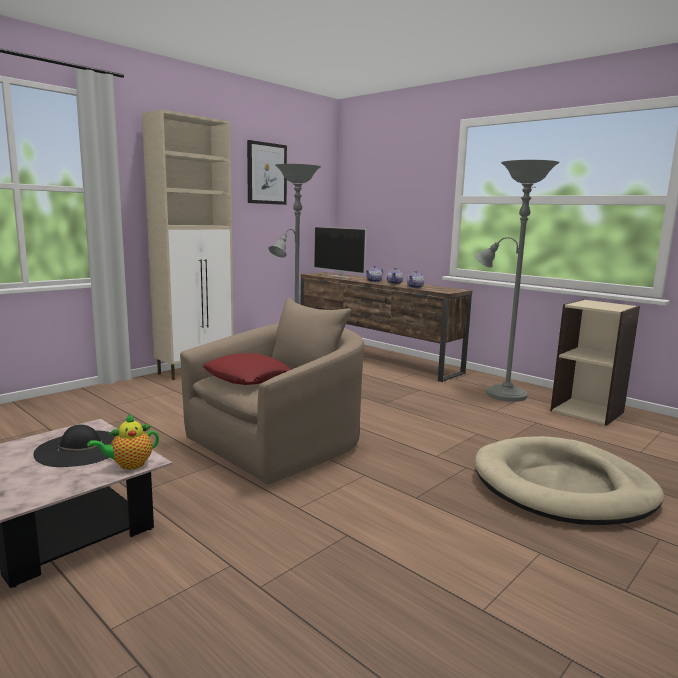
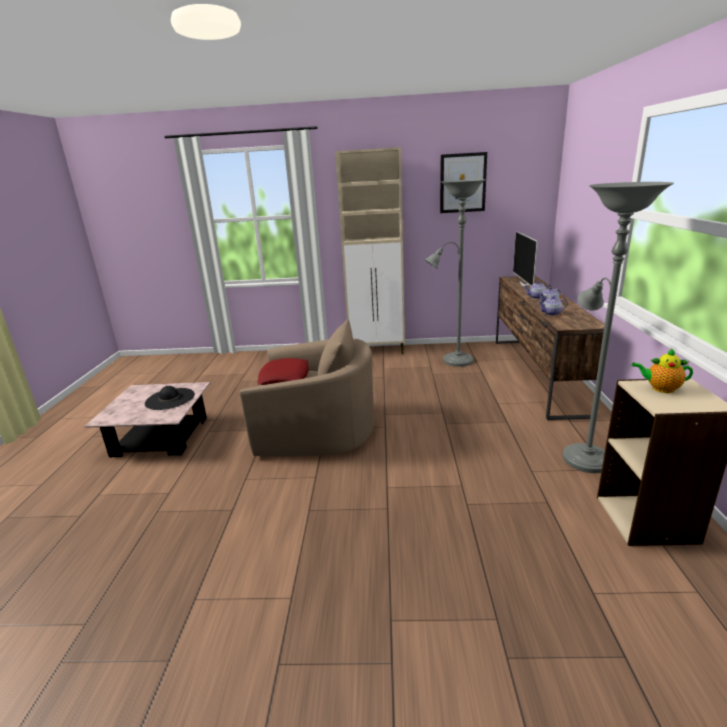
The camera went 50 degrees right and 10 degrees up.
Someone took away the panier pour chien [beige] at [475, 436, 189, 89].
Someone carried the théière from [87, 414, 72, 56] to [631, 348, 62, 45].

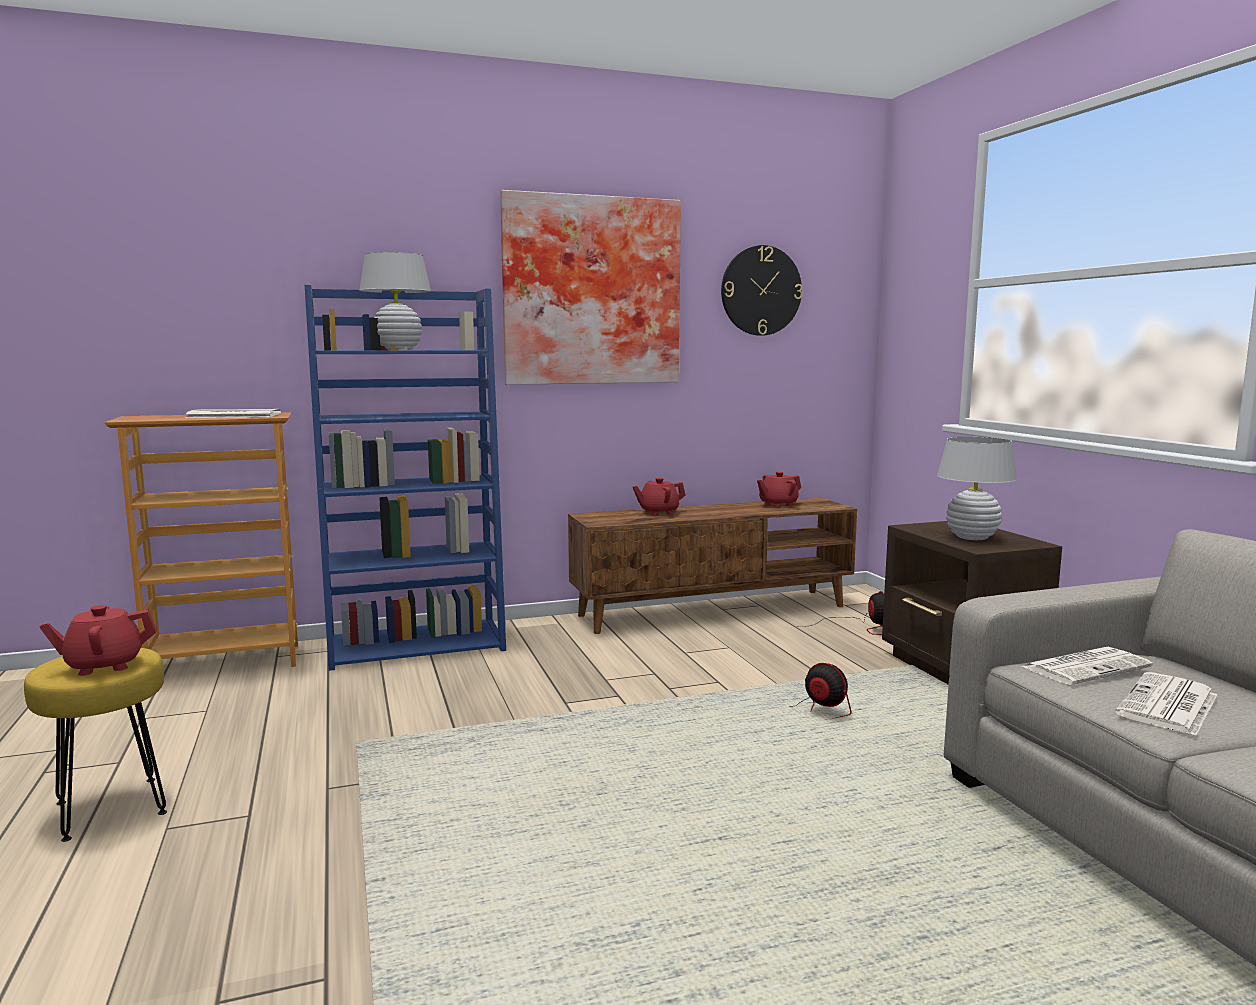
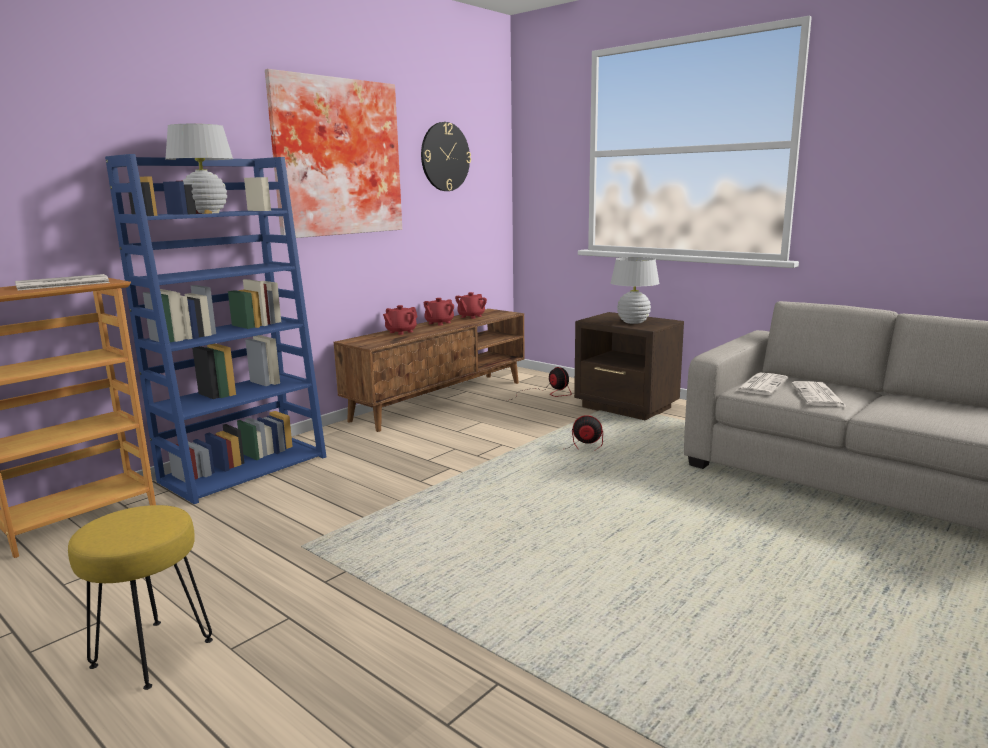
The camera went 30 degrees left and 5 degrees up.
Someone carried the théière [rouge] from [39, 605, 118, 71] to [424, 298, 30, 27].

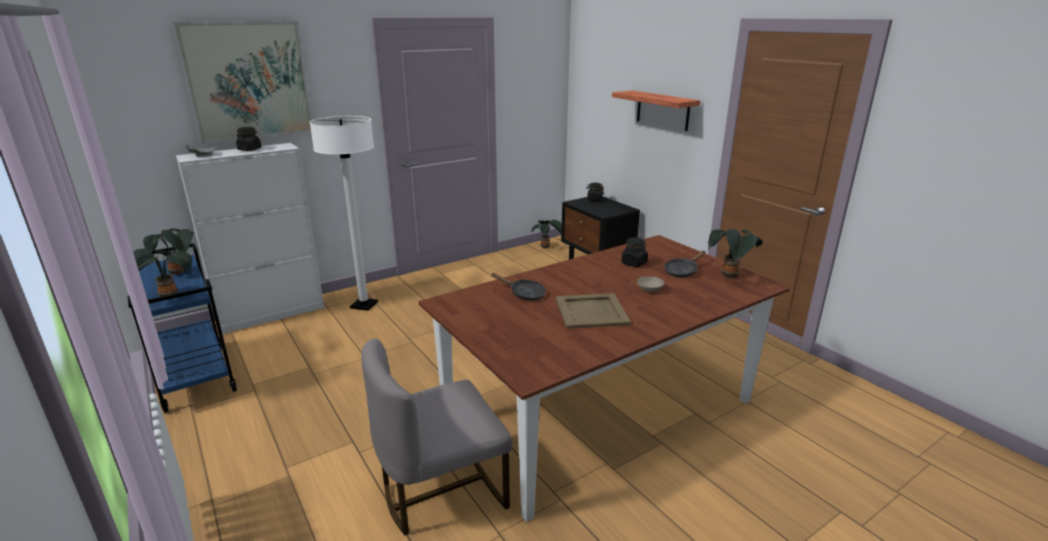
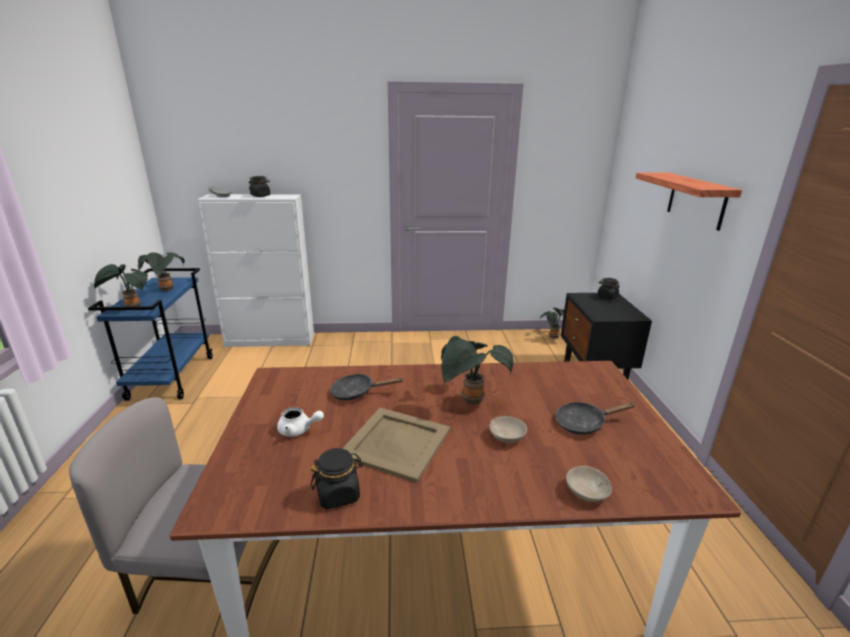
The camera went 30 degrees right and 0 degrees up.
Someone took away the tableau at [173, 21, 139, 122].
Someone took away the lampadaire [blanc] at [310, 116, 68, 195].
Someone put down the théière [blanc] at [277, 407, 47, 29].
Someone put down the bol [beige] at [566, 466, 46, 36].
Someone carried the bocal [noir] from [621, 237, 27, 30] to [311, 448, 52, 61].
Someone carried the plante en pot from [708, 229, 55, 49] to [441, 336, 72, 68].
Someone rotated the poêle [noir] at [491, 273, 55, 28] by 120 degrees clockwise.

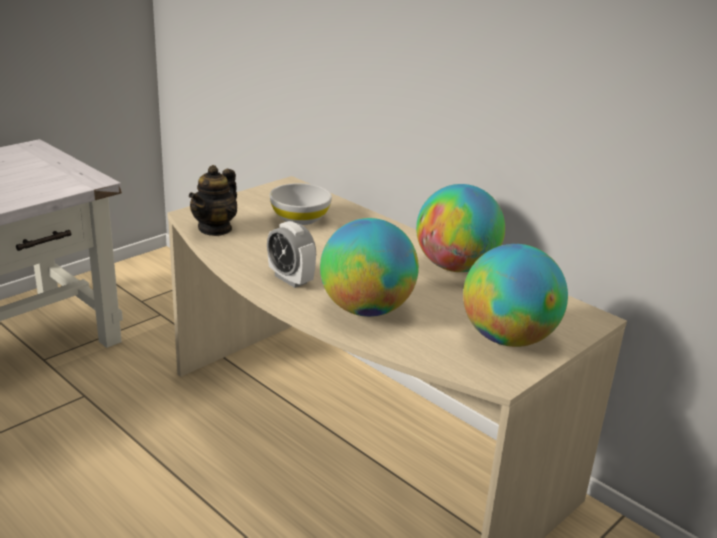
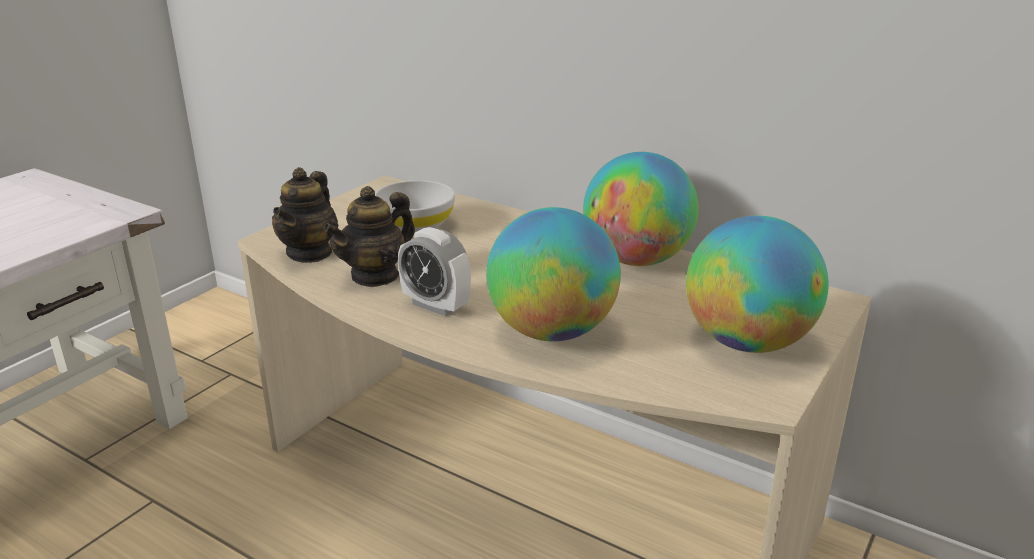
The camera went 10 degrees left and 0 degrees up.
Someone put down the théière at [323, 186, 92, 101].

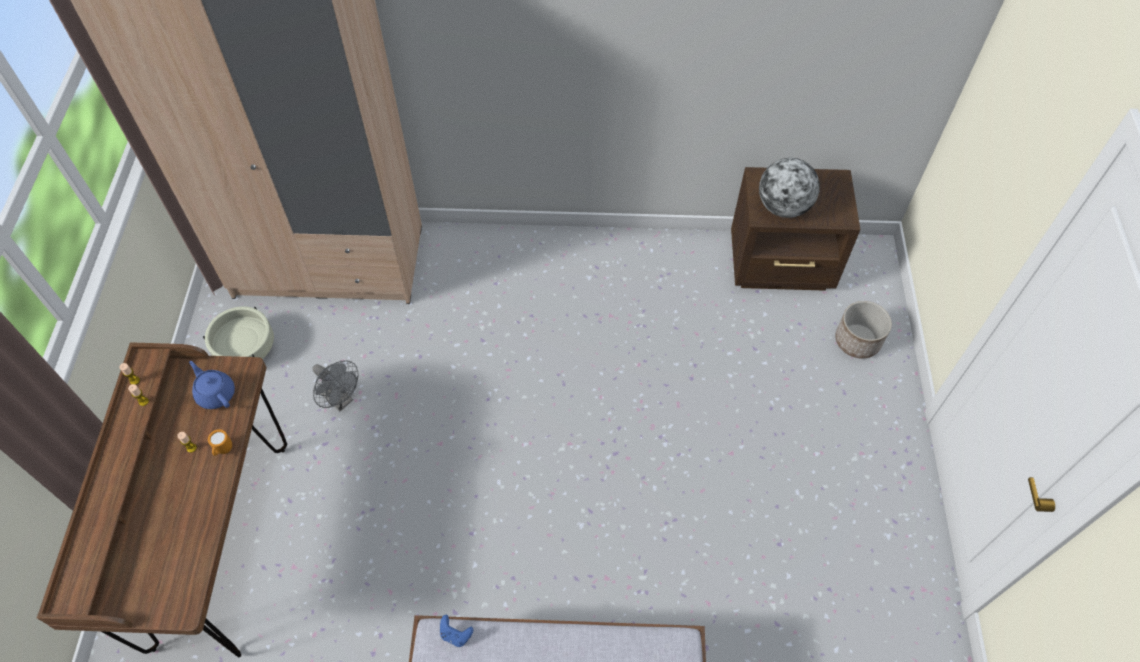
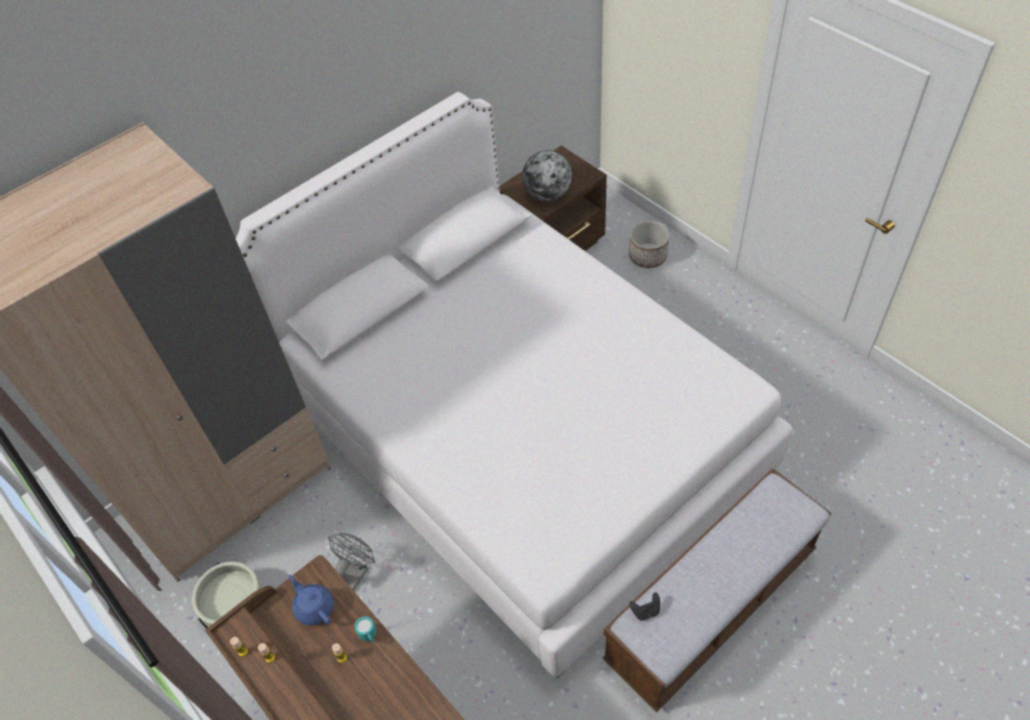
The camera went 40 degrees left and 5 degrees down.
Someone put down the lit [blanc] at [236, 92, 557, 586].
Someone repainted the mug [orange] at [208, 429, 24, 27], which became the mug [turquoise] at [355, 616, 21, 26].
Someone repainted the manette [bleu] at [440, 615, 33, 32], which became the manette [noir] at [629, 592, 31, 29].
Someone rotated the théière [bleu] at [189, 361, 46, 48] by 45 degrees clockwise.
Someone rotated the ventilateur [gris] at [313, 360, 46, 52] by 60 degrees counterclockwise.

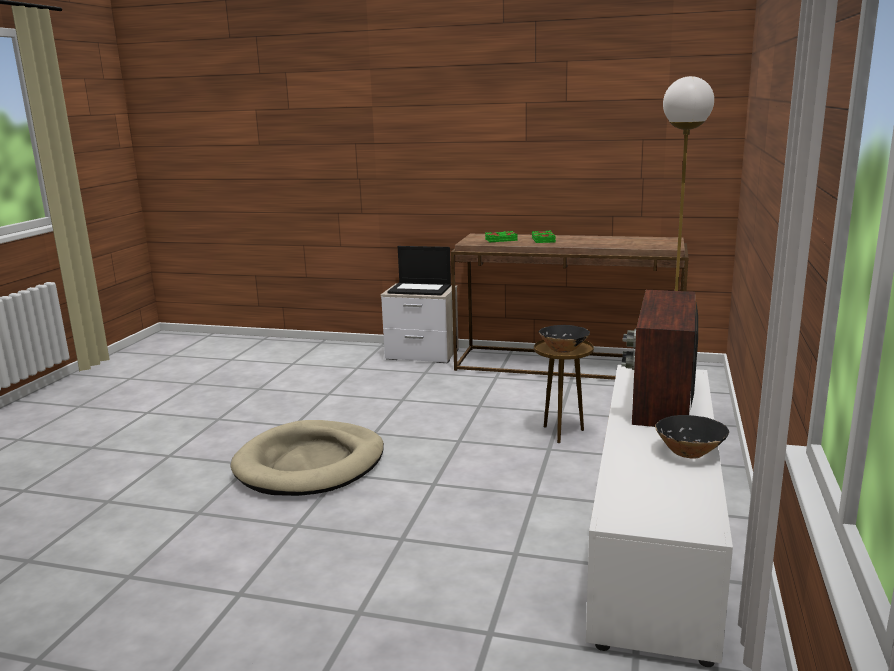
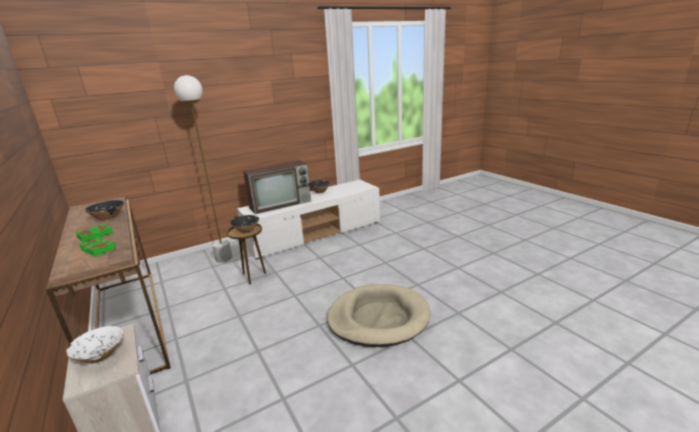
The camera went 135 degrees left and 5 degrees up.
Someone put down the bol [noir] at [85, 200, 39, 21].
Someone swapped the ordinateur portable at [387, 246, 64, 49] for the bol [blanc] at [66, 326, 57, 37].

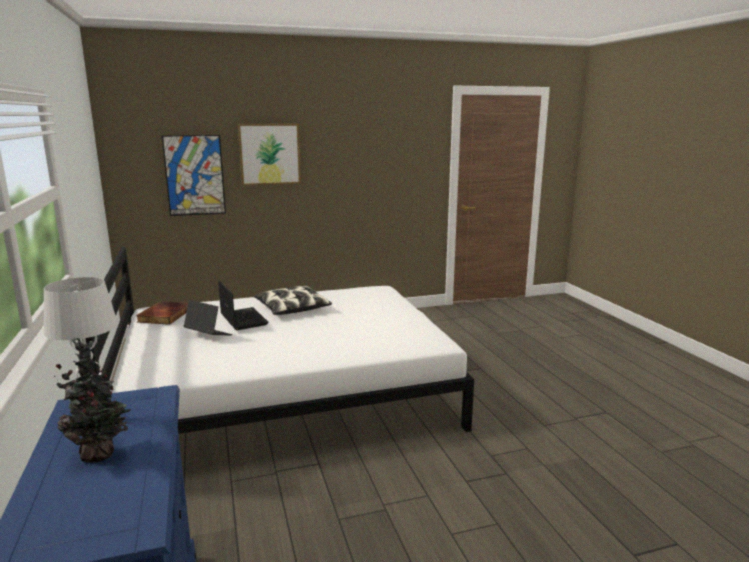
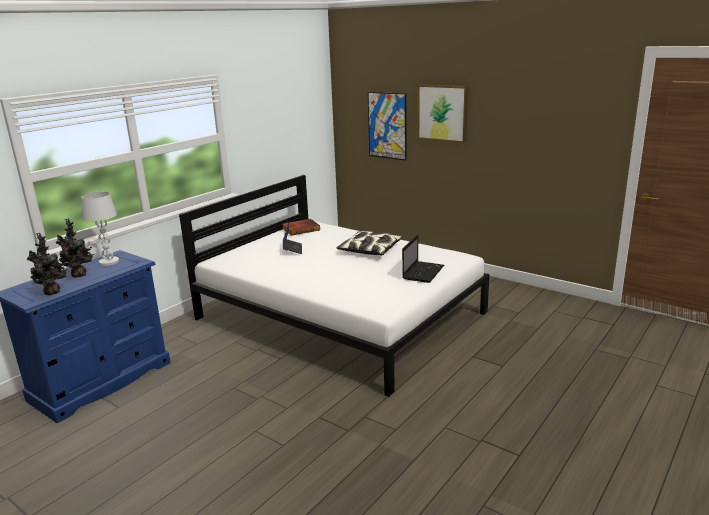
The camera went 55 degrees right and 5 degrees up.
Someone put down the plante en pot at [27, 232, 41, 63].
Someone carried the ordinateur portable from [218, 281, 51, 49] to [402, 235, 42, 48].

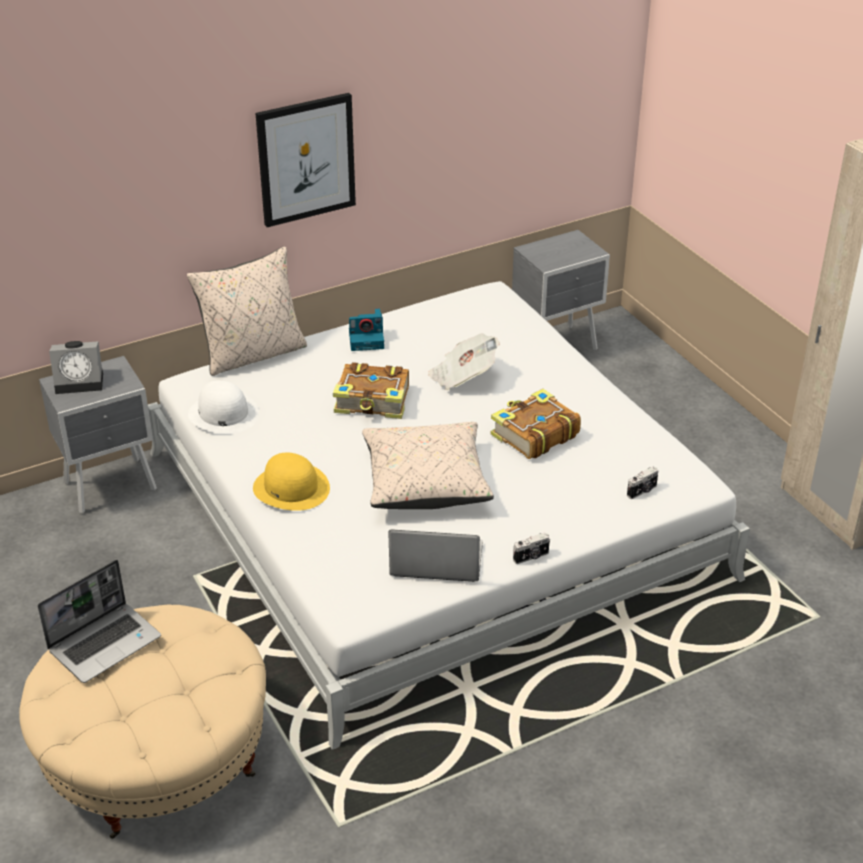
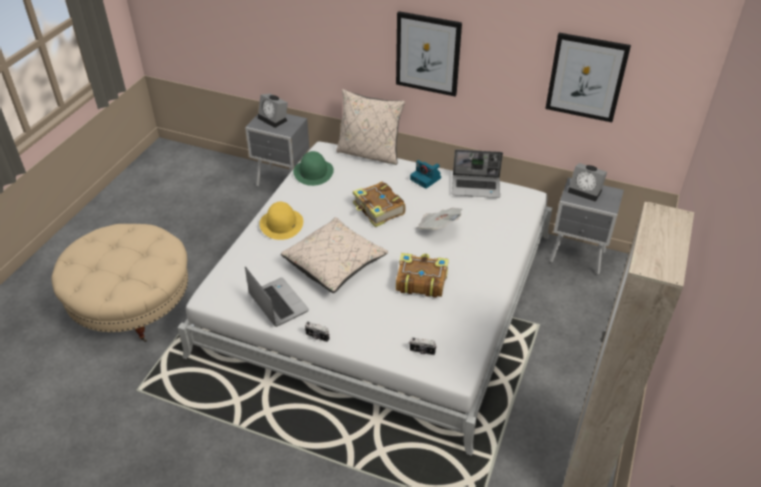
The camera went 50 degrees right and 5 degrees up.
Someone put up the tableau at [545, 33, 86, 89].
Someone put down the réveil at [568, 163, 39, 39].
Someone carried the ordinateur portable from [38, 560, 123, 123] to [452, 149, 51, 49].
Someone repainted the chapeau [blanc] at [188, 380, 71, 54], which became the chapeau [vert] at [293, 151, 41, 35].

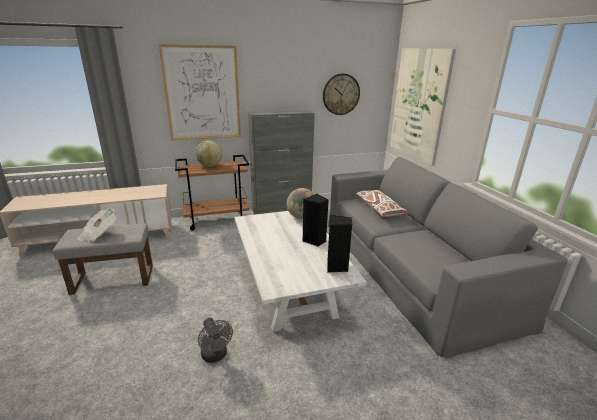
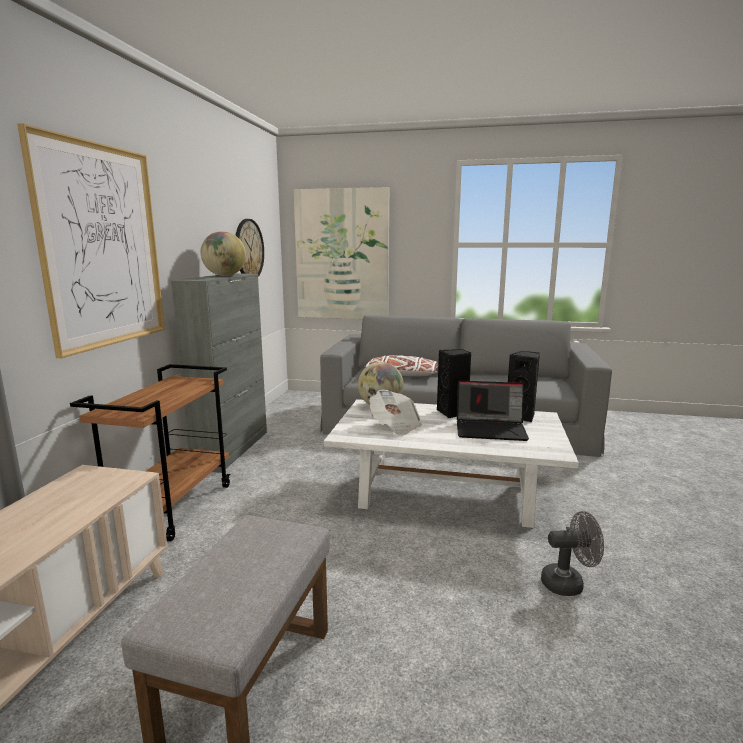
The camera went 60 degrees left and 10 degrees down.
Someone put down the ordinateur portable at [457, 380, 72, 61].
Someone carried the journal from [77, 209, 39, 32] to [369, 389, 53, 47].
Someone carried the globe from [195, 141, 27, 26] to [200, 231, 46, 45].

